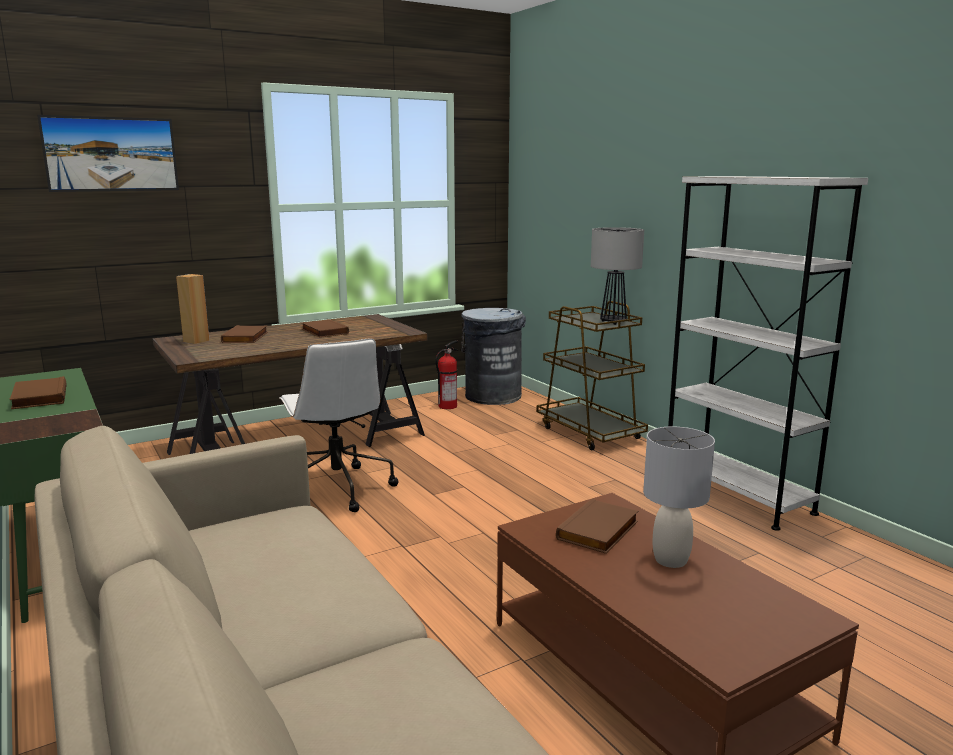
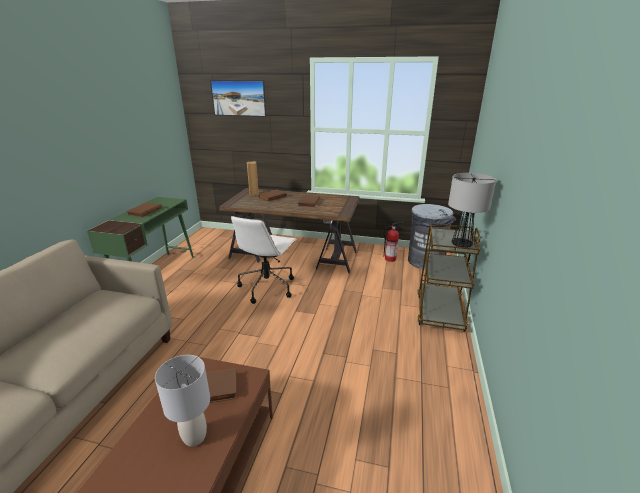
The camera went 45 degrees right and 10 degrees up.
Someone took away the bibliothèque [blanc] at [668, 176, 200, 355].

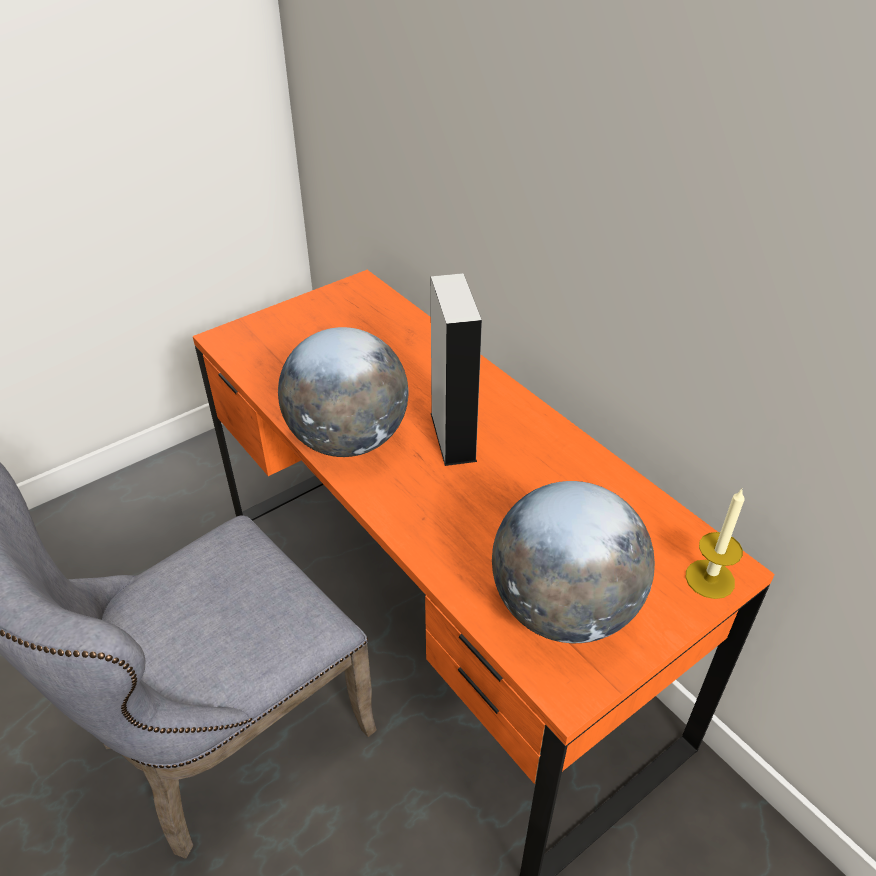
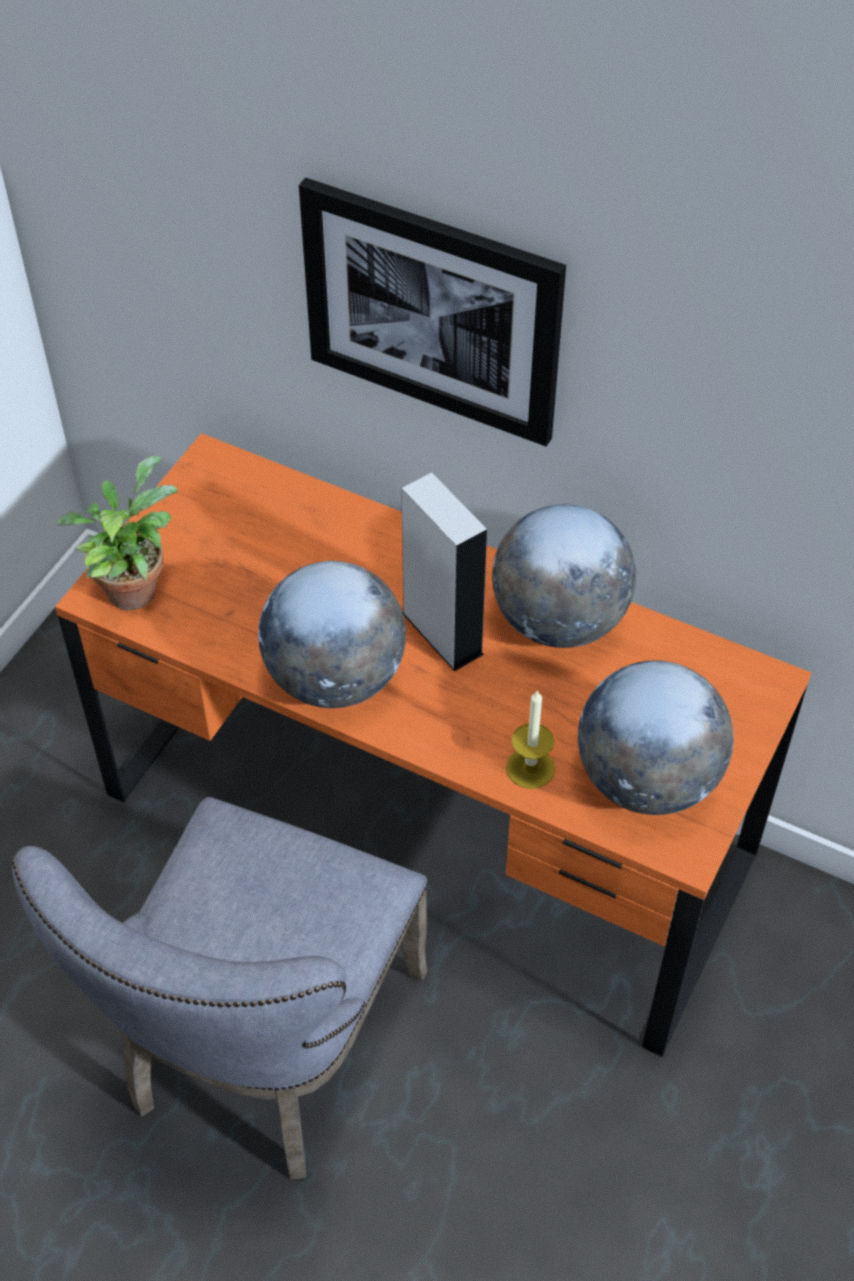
The camera went 25 degrees left and 10 degrees up.
Someone put down the plante en pot at [56, 456, 121, 154].
Someone put up the tableau at [299, 178, 267, 268].
Someone put down the globe at [492, 504, 144, 144].
Someone carried the bougie from [685, 489, 60, 110] to [506, 690, 49, 99].

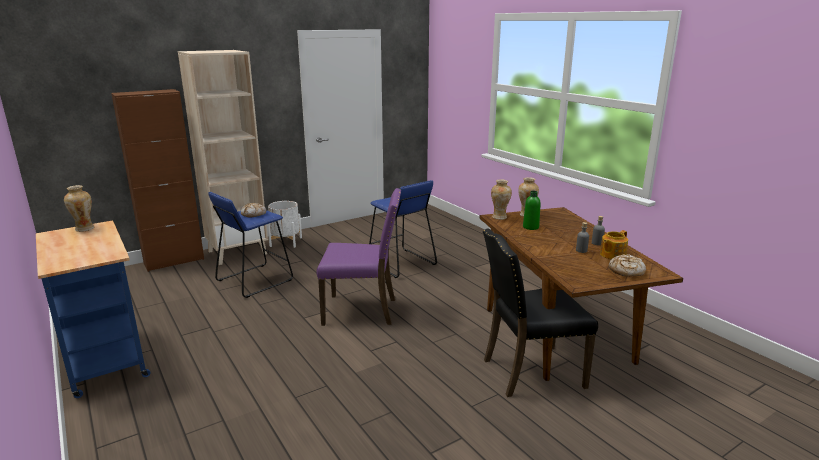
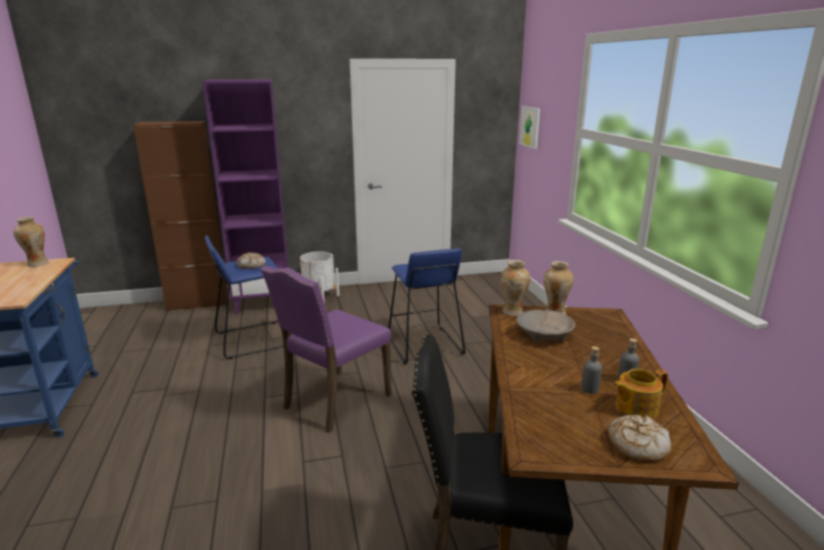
The camera went 20 degrees right and 0 degrees up.
Someone put up the tableau at [519, 106, 21, 43].
Someone swapped the bouteille [vert] at [523, 191, 18, 39] for the bol [beige] at [516, 310, 59, 33].
Someone repainted the bibliothèque [beige] at [178, 50, 90, 215], which became the bibliothèque [violet] at [202, 80, 86, 235].
Someone rotated the chaise [violet] at [316, 188, 85, 138] by 105 degrees clockwise.

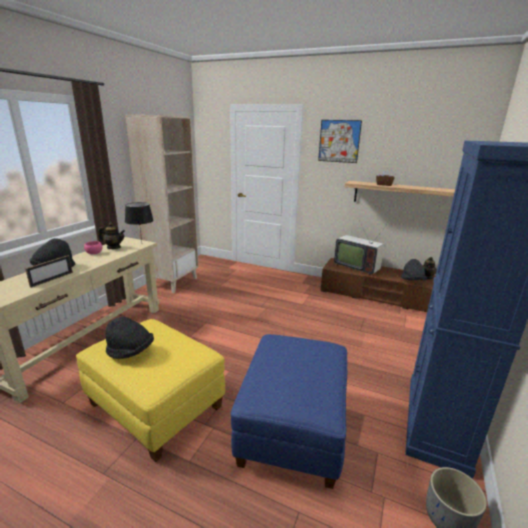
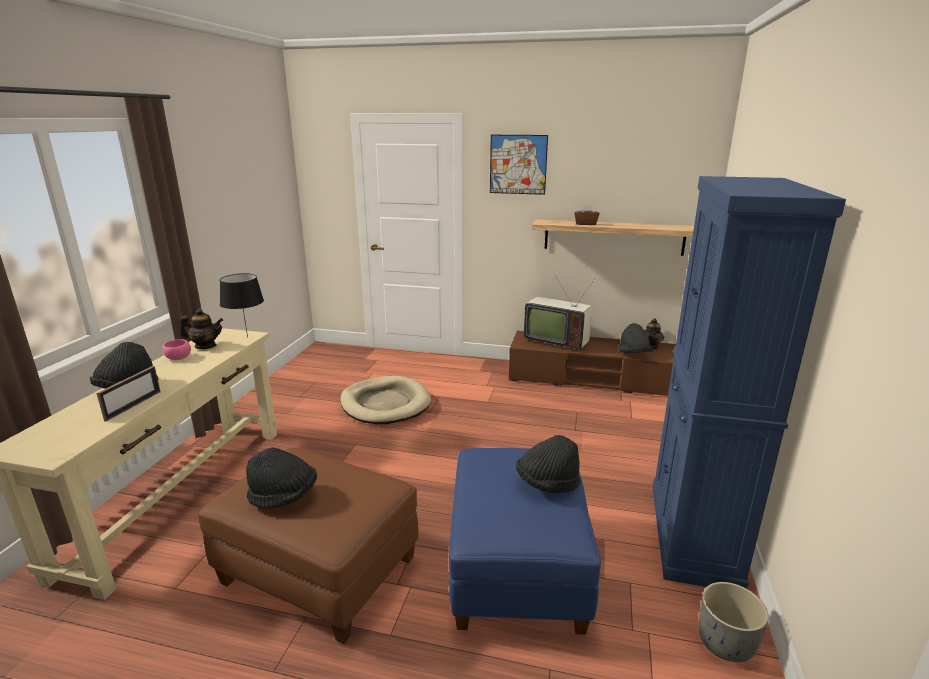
The camera went 10 degrees left and 0 degrees up.
Someone took away the bibliothèque [beige] at [125, 115, 74, 178].
Someone put down the panier pour chien [beige] at [340, 376, 91, 48].
Someone put down the chapeau [noir] at [516, 435, 65, 58].
Someone repainted the pouf [jaune] at [76, 319, 149, 143], which became the pouf [marron] at [198, 448, 220, 196].

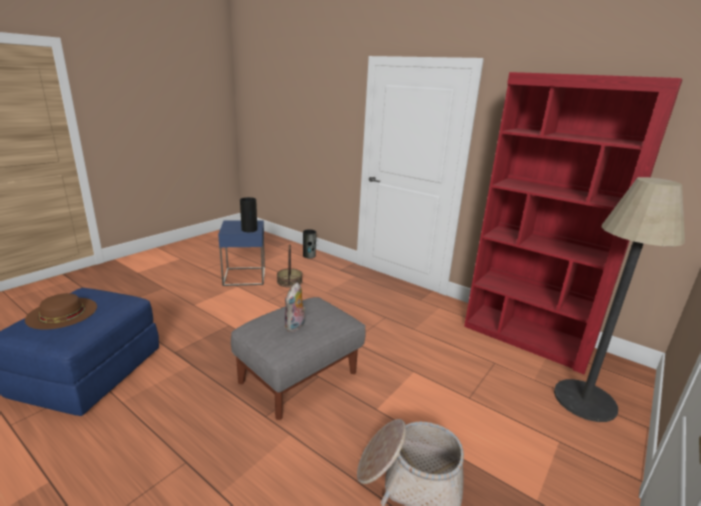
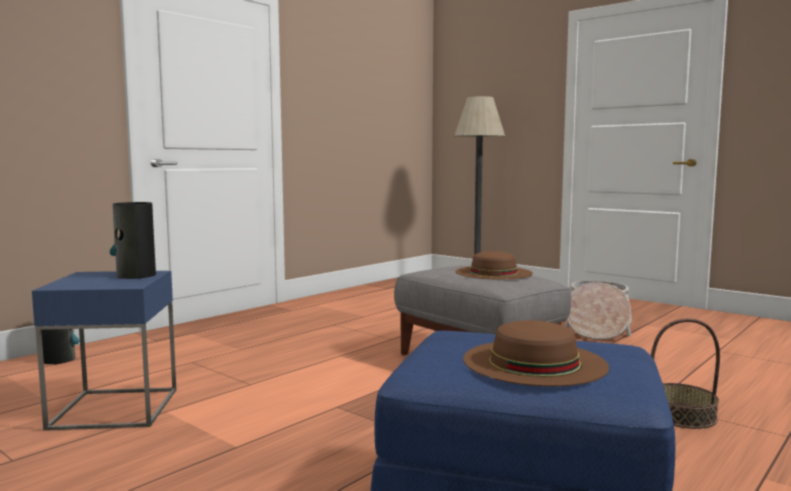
The camera went 85 degrees left and 15 degrees down.
Someone took away the bibliothèque [rouge] at [464, 72, 218, 302].
Someone carried the panier from [277, 244, 26, 43] to [651, 318, 69, 111].
Someone swapped the peluche at [284, 282, 22, 50] for the chapeau [marron] at [456, 251, 77, 29].

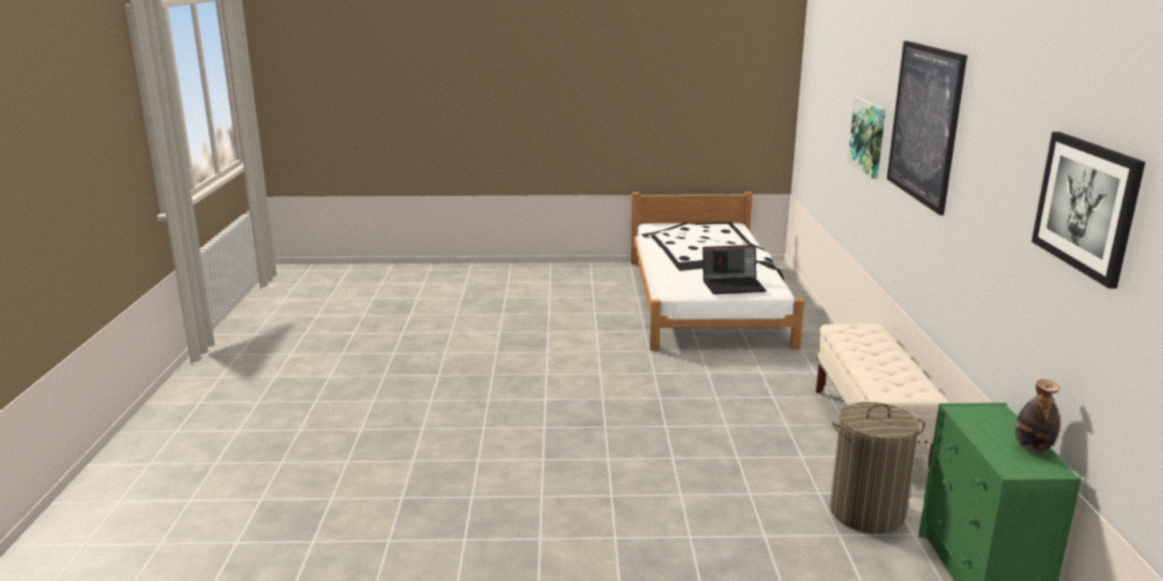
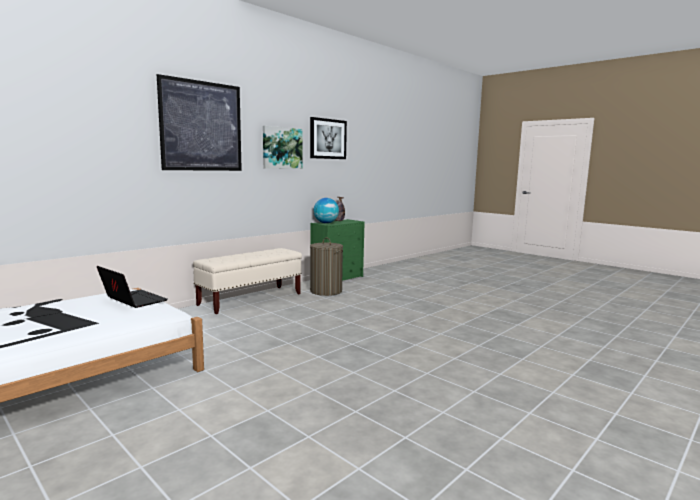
The camera went 135 degrees left and 10 degrees down.
Someone put down the globe at [313, 198, 26, 25].
Someone carried the tableau from [848, 97, 38, 82] to [263, 126, 40, 43].

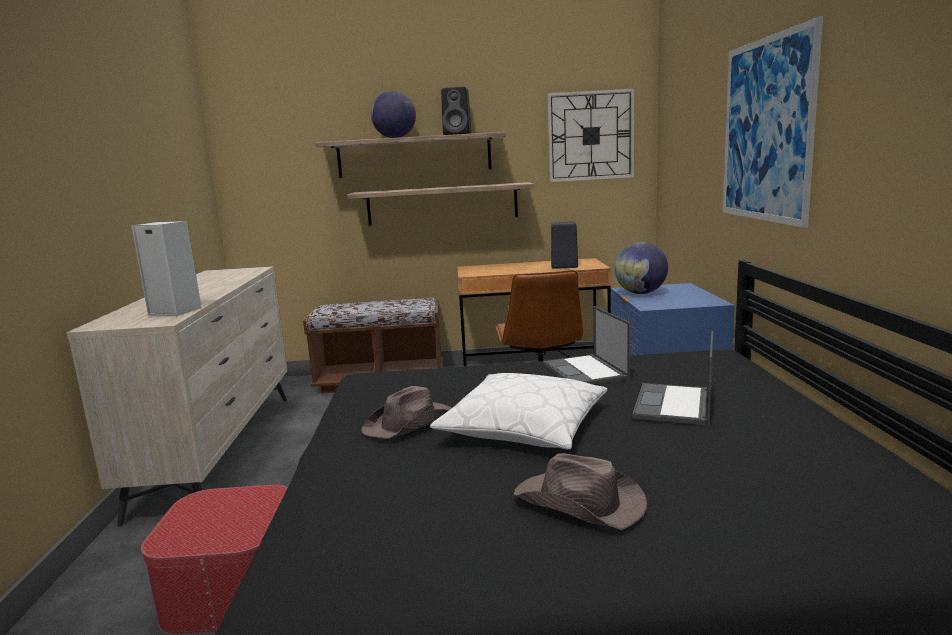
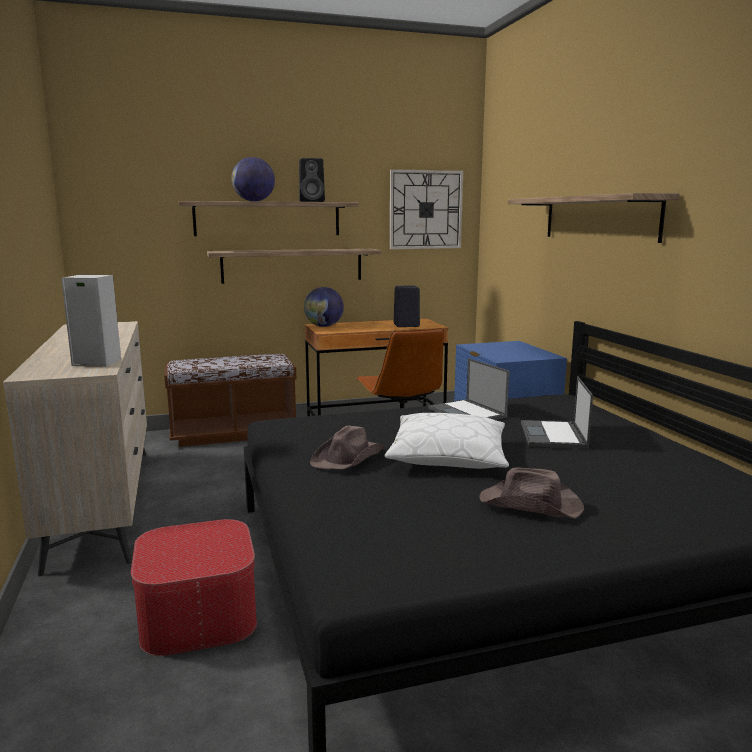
The camera went 15 degrees left and 0 degrees up.
Someone carried the globe from [615, 242, 53, 52] to [304, 287, 40, 40].
Someone swapped the tableau at [723, 16, 100, 212] for the étagère at [508, 193, 172, 50].

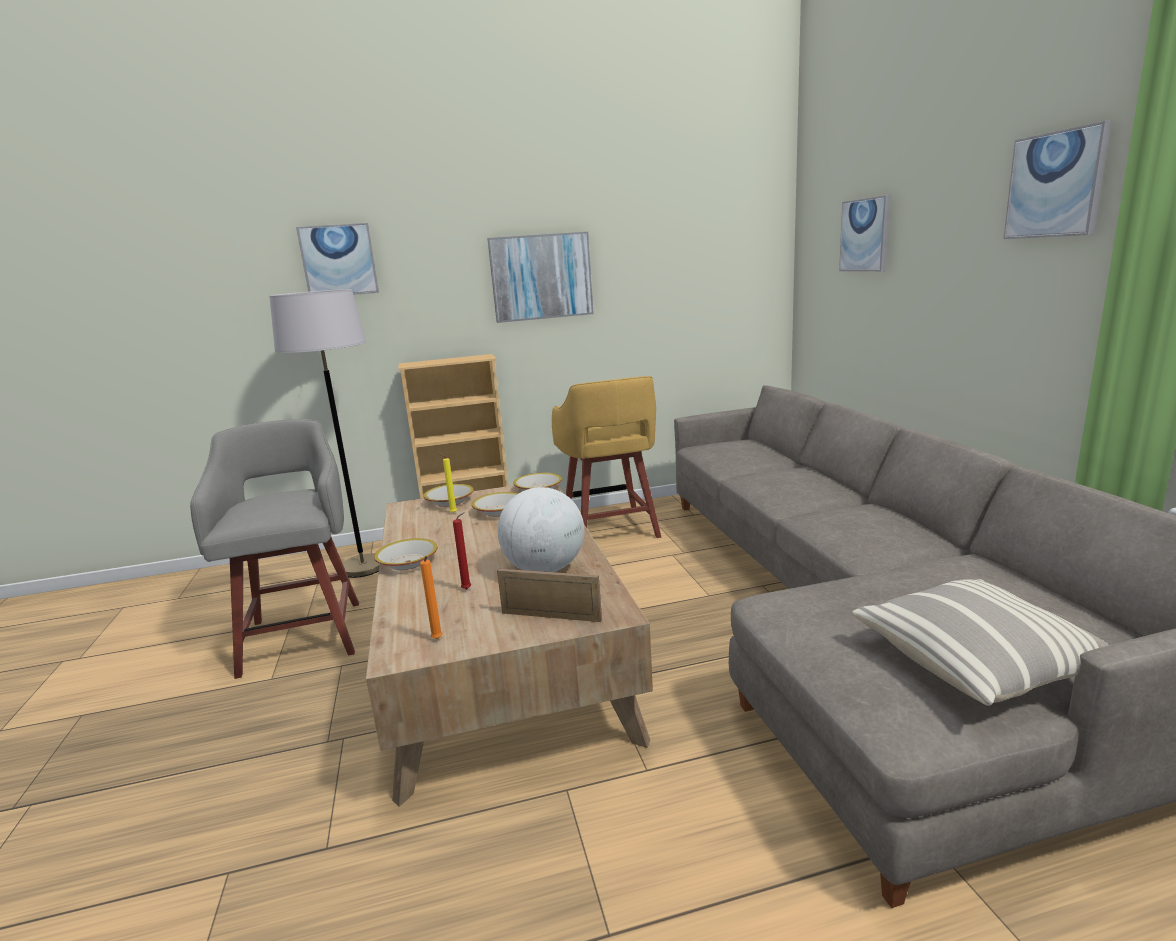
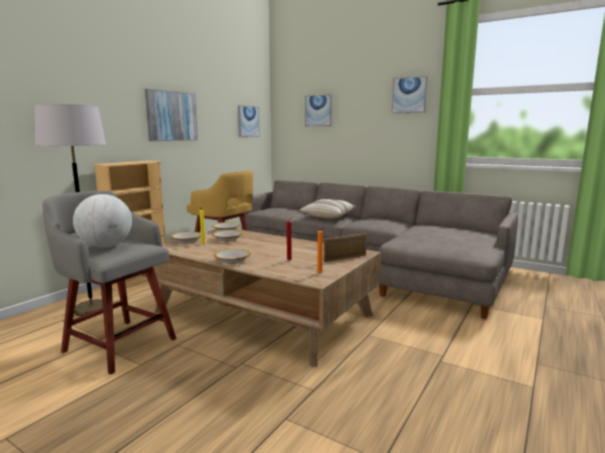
The camera went 45 degrees left and 5 degrees down.
Someone carried the tableau from [296, 223, 83, 72] to [238, 105, 22, 32].
Someone carried the globe from [498, 487, 86, 85] to [73, 194, 59, 53].
Someone carried the coussin from [852, 579, 257, 127] to [300, 199, 57, 19].

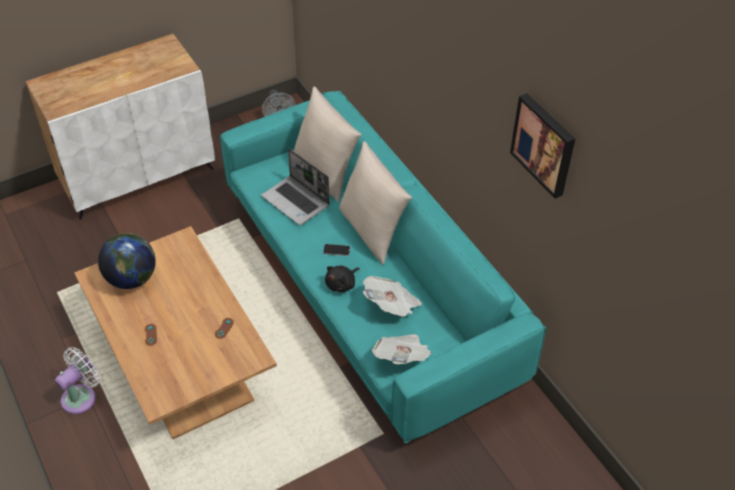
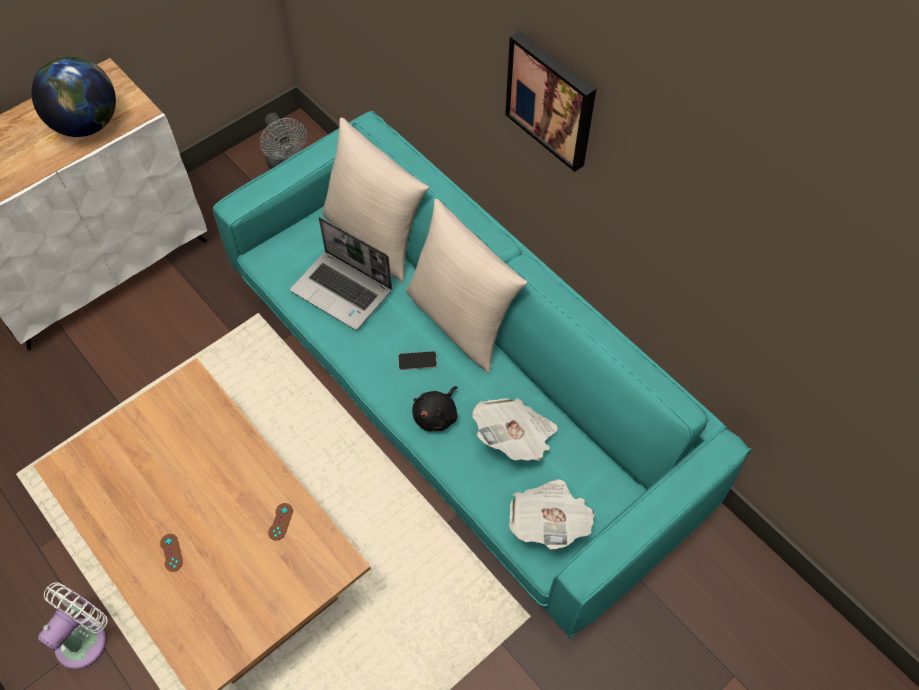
The camera went 10 degrees left and 10 degrees up.
Someone carried the globe from [98, 233, 58, 56] to [31, 56, 85, 81].
Someone carried the tableau from [510, 93, 65, 106] to [505, 31, 91, 141].

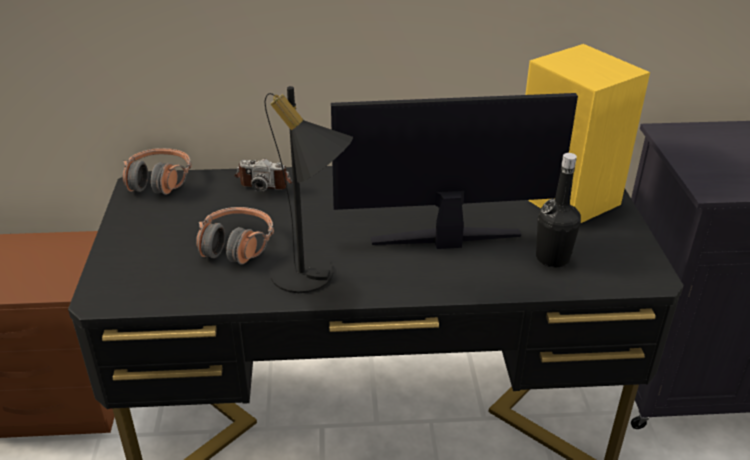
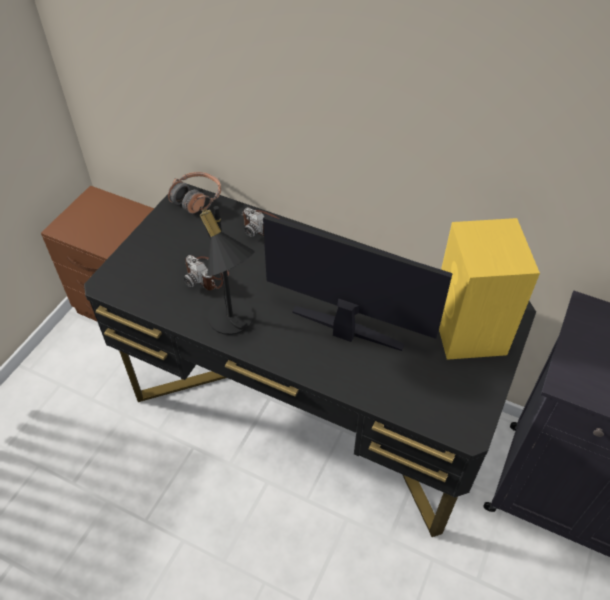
The camera went 30 degrees right and 15 degrees up.
Someone took away the bouteille [noir] at [536, 153, 45, 115].
Someone swapped the casque audio at [196, 207, 78, 58] for the appareil photo at [184, 255, 45, 35].

